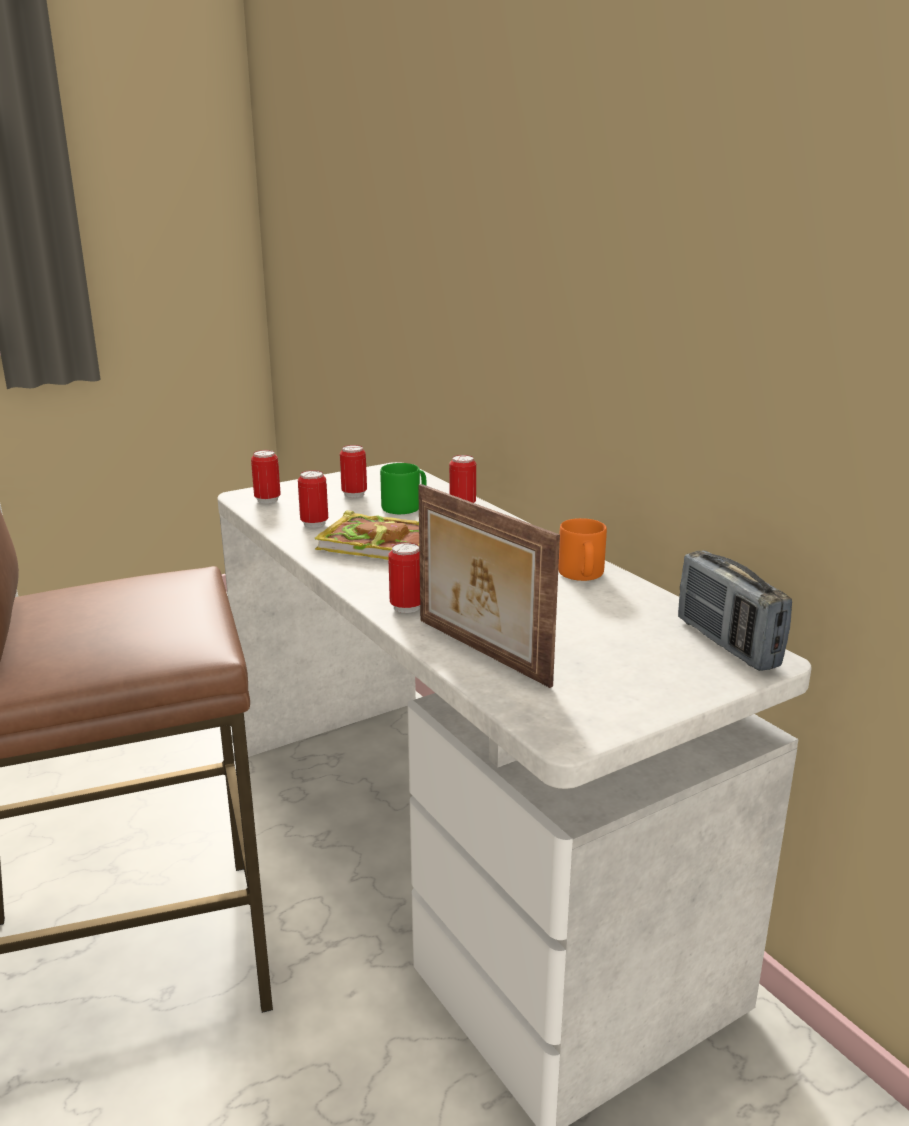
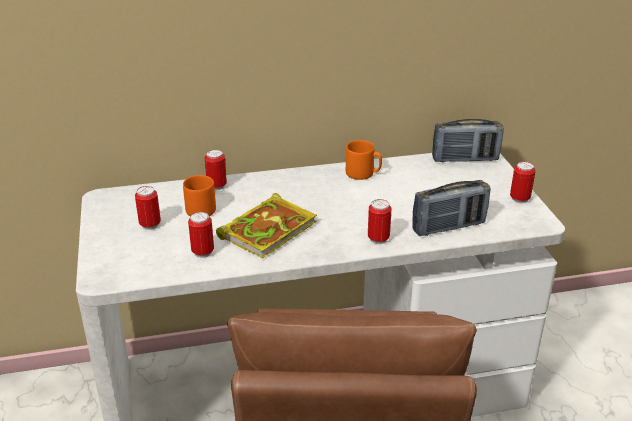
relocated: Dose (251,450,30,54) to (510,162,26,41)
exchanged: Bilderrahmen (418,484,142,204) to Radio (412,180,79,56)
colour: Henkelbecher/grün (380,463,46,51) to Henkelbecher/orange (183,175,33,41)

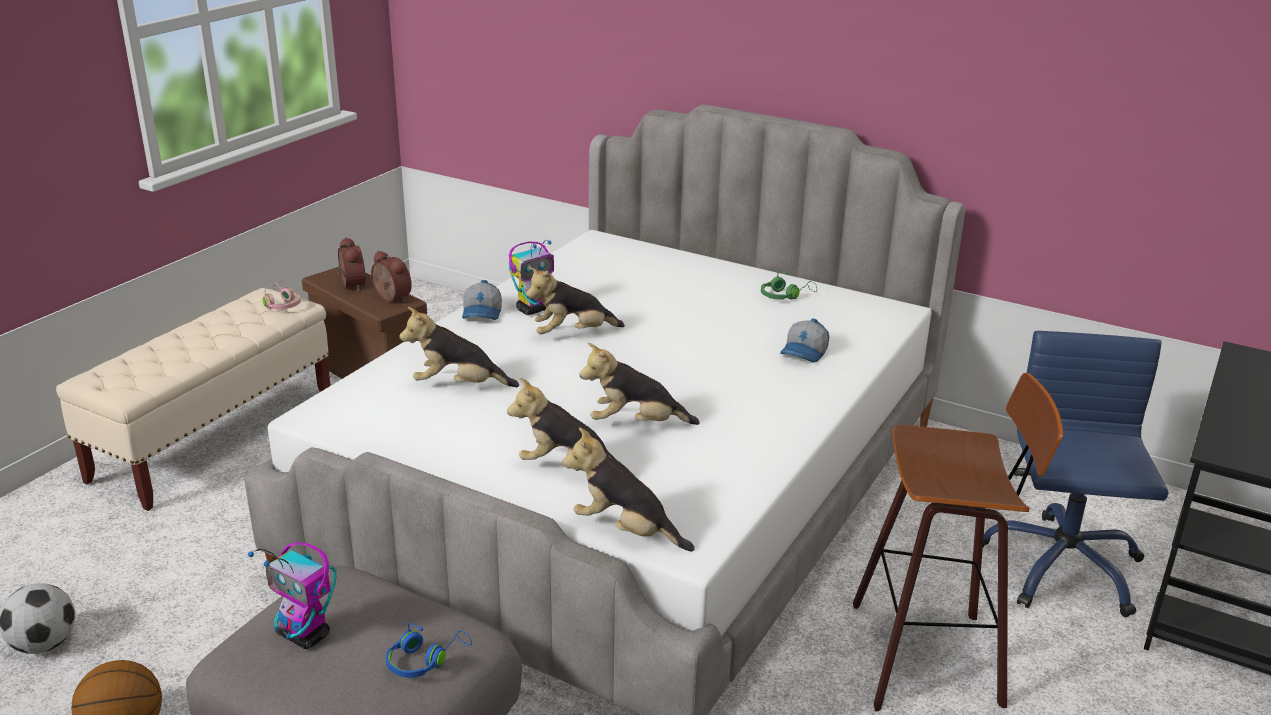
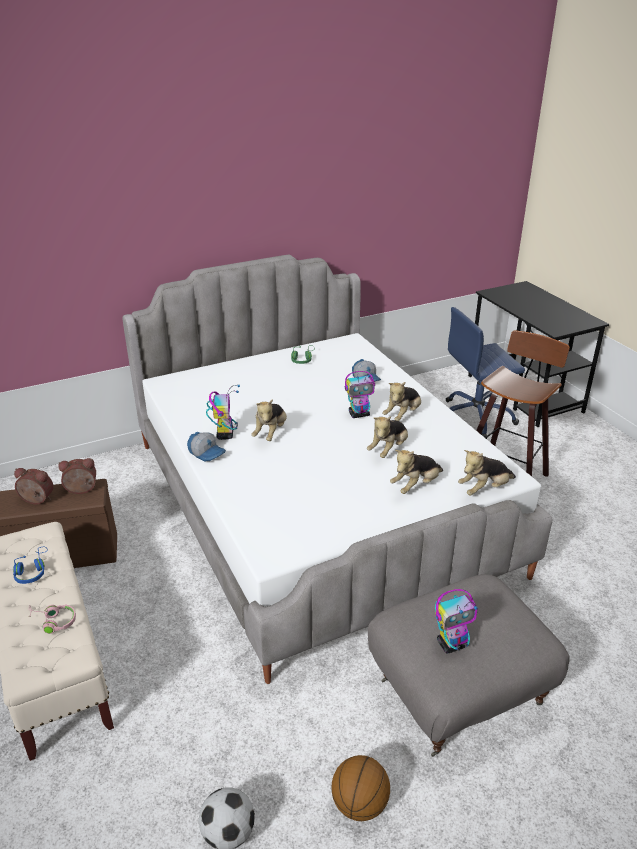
appeared: Spielzeugroboter (345,371,30,47)
relocated: Kopfhörer/blau (386,623,86,55) to (13,546,35,38); Kopfhörer/rosa (263,280,38,30) to (29,604,47,30); Plüschtier (399,307,120,80) to (382,382,39,39)
spun: Bürostuhl/blau (983,331,186,286) = (446,307,79,132) 60 degrees counterclockwise

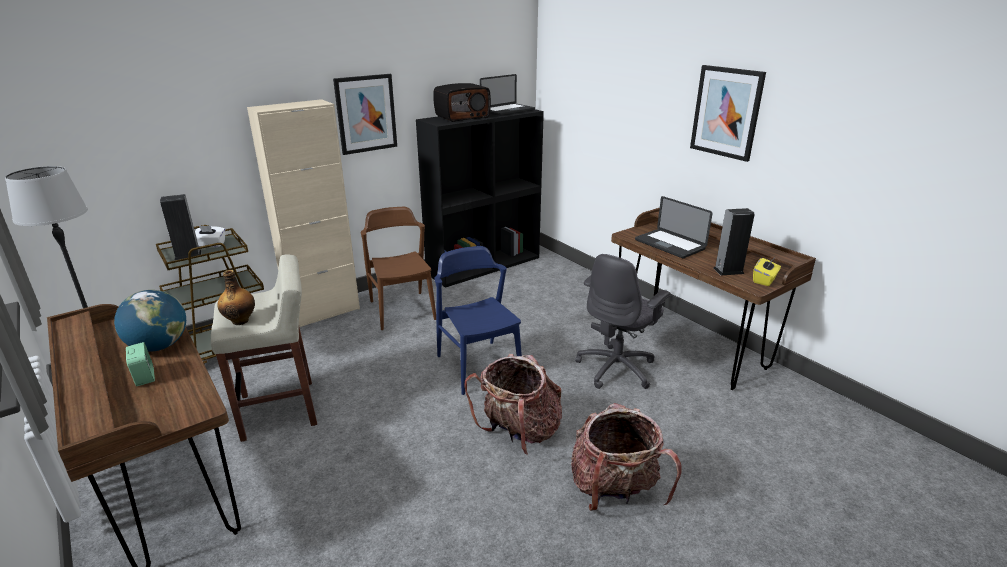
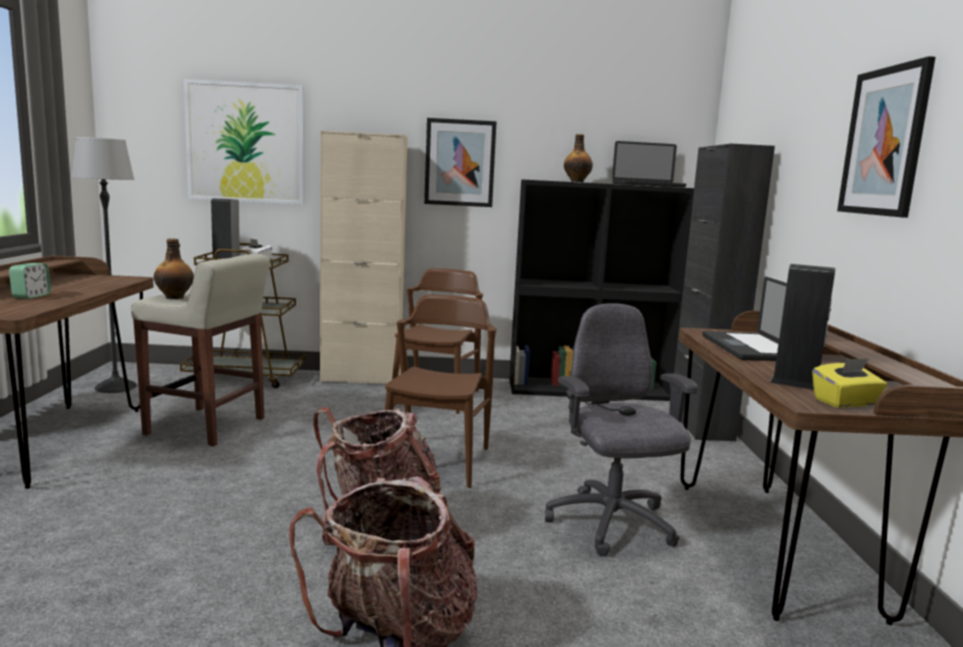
missing: Globus (114,290,72,62)
appeared: Bild (184,79,120,126); Schrank/schwarz (674,143,101,298)
exchanged: Radio (433,83,58,39) to Flasche (564,134,29,48)
colour: Stuhl/blau (434,246,88,149) to Stuhl/braun (385,294,112,194)
spun: Bürostuhl/grau (575,254,96,135) = (545,303,153,254) 90 degrees clockwise

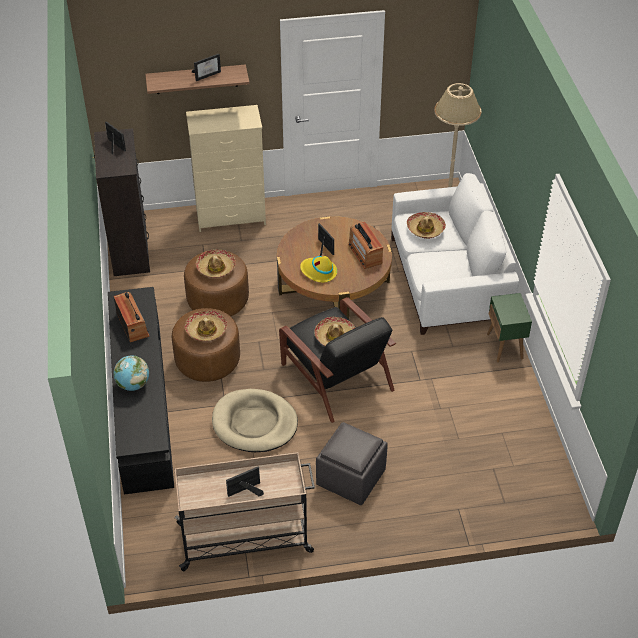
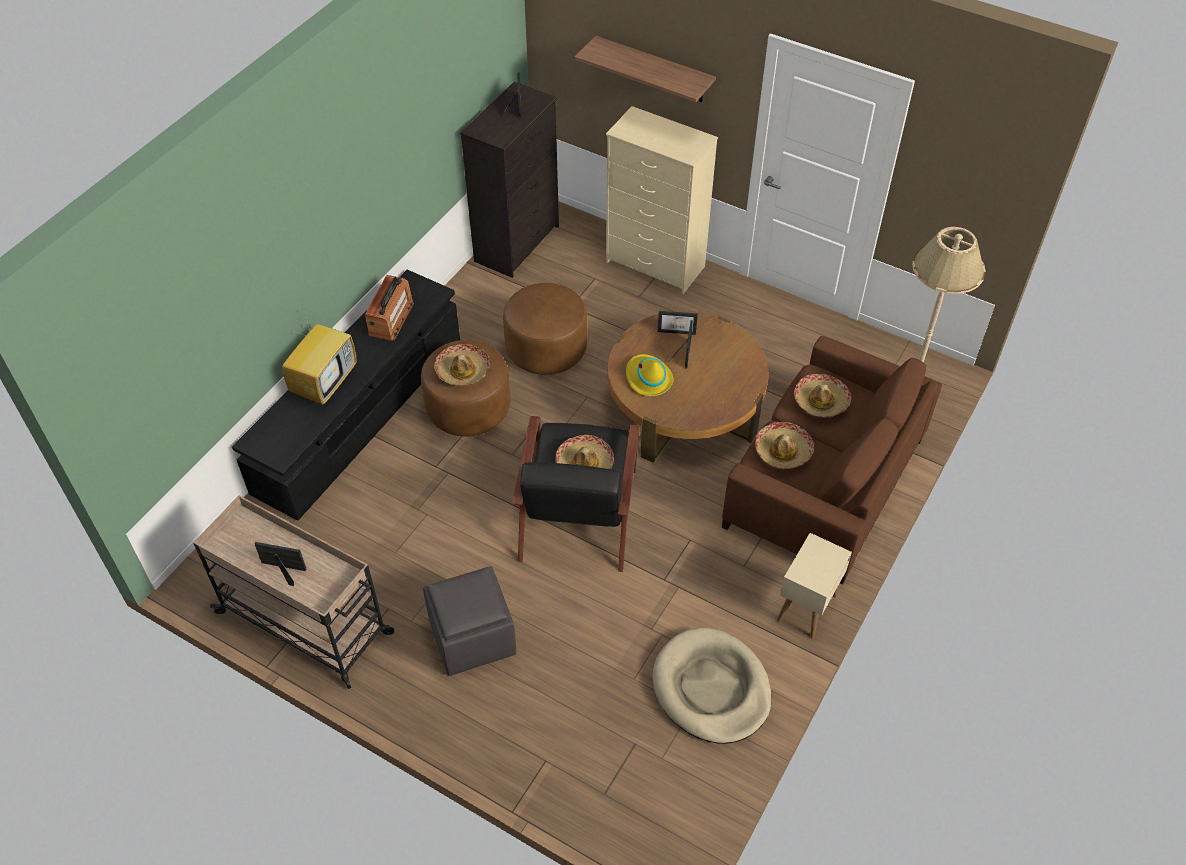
missing: Radio (348,222,35,47)
relocated: Hundebett/beige (212,389,86,63) to (653,627,119,117); Bilderrahmen (192,54,29,27) to (658,311,40,24); Hut (196,249,40,29) to (755,422,59,47)
exchanged: Globus (114,356,35,35) to Fernseher (282,307,75,98)
colour: Sofa/weiß (391,173,128,162) to Sofa/braun (722,336,220,249); Beistelltisch/grün (487,293,45,69) to Beistelltisch/beige (777,533,75,106)

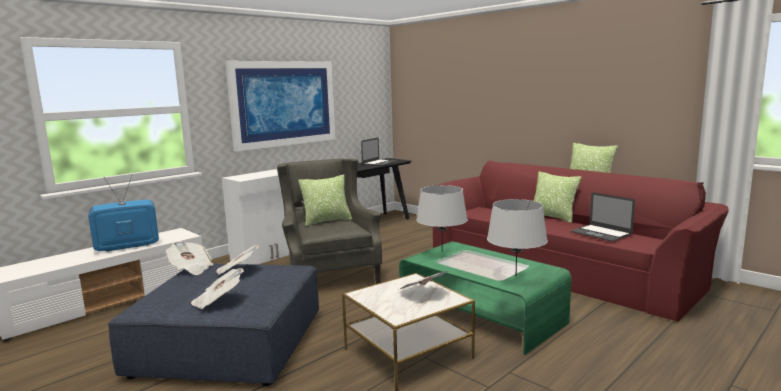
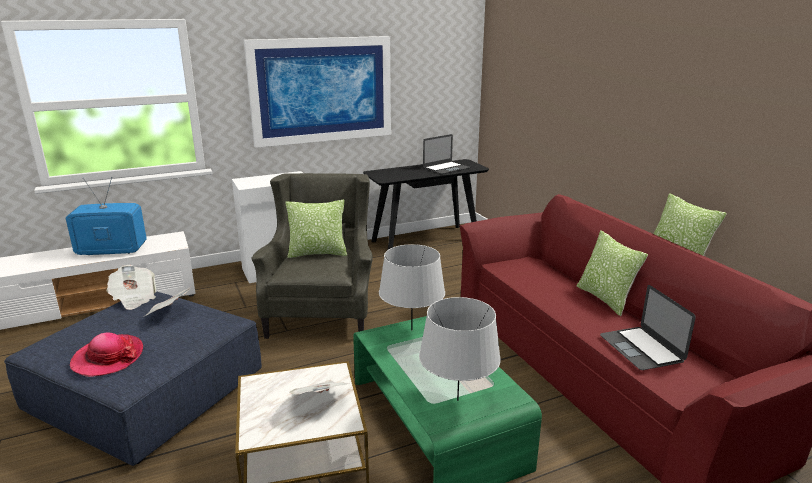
exchanged: Zeitung (191,268,53,41) to Hut (70,333,73,44)

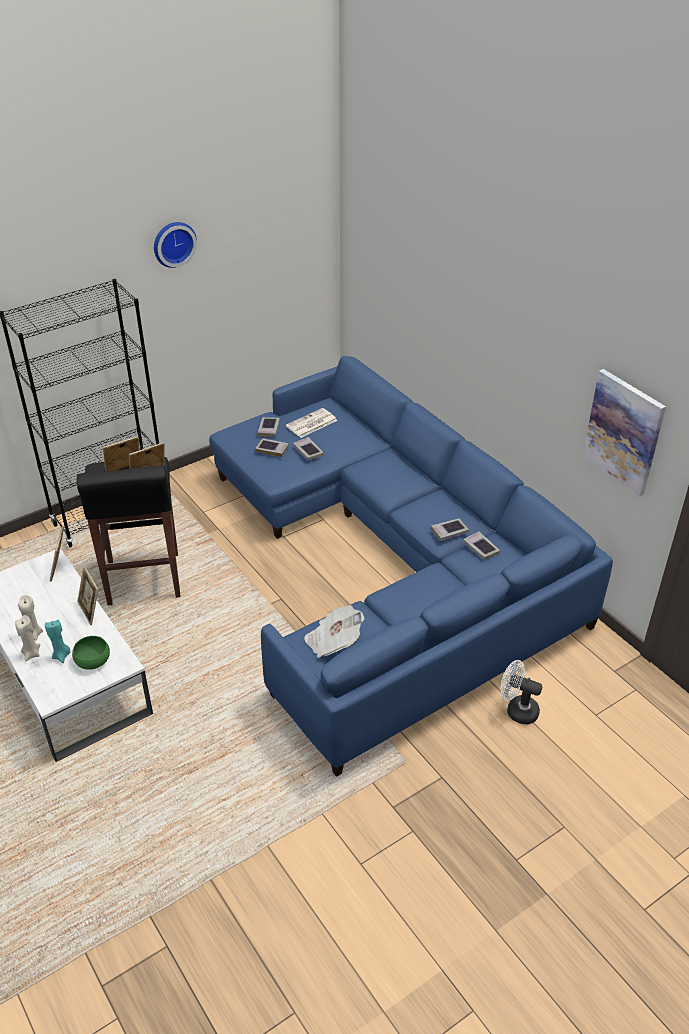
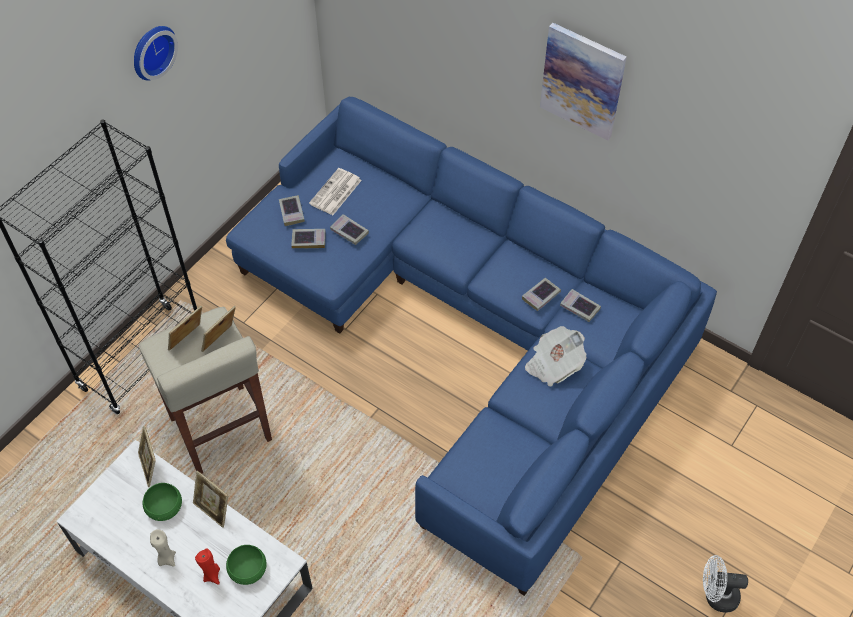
missing: Kerze/beige (15,615,25,47)
appeared: Schüssel/grün (143,483,39,38)
relocated: Zeitung (304,605,60,53) to (525,326,62,61); Bild (582,369,84,128) to (540,23,87,118); Ventilator/weiß (501,660,41,64) to (703,555,45,58)
colour: Hocker/schwarz (77,457,104,149) to Hocker/beige (139,307,133,167); Kerze/türkis (45,620,26,43) to Kerze/rot (195,549,25,36)

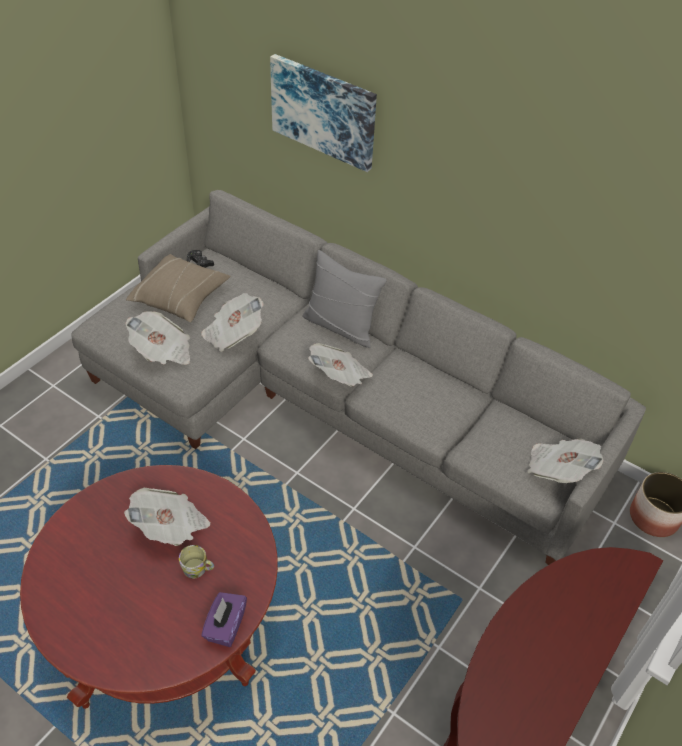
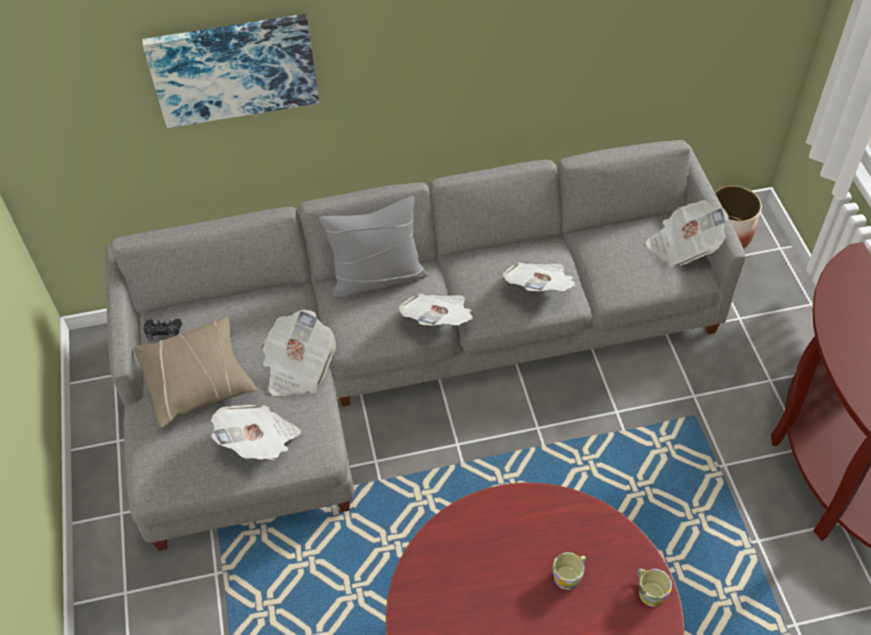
relocated: Zeitung (124,488,86,58) to (503,262,73,29)
exchanged: Taschentuchbox/lila (201,592,46,55) to Henkelbecher (637,568,35,39)

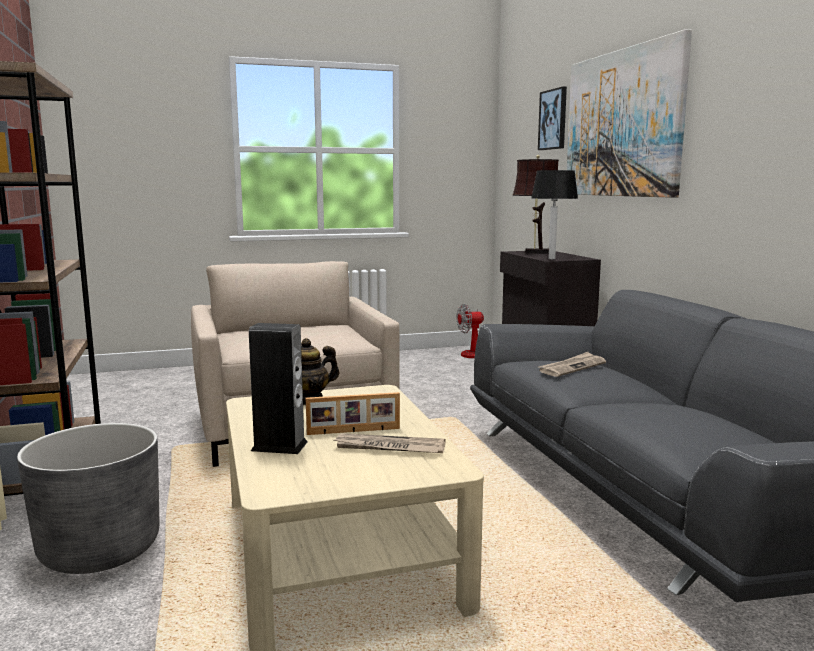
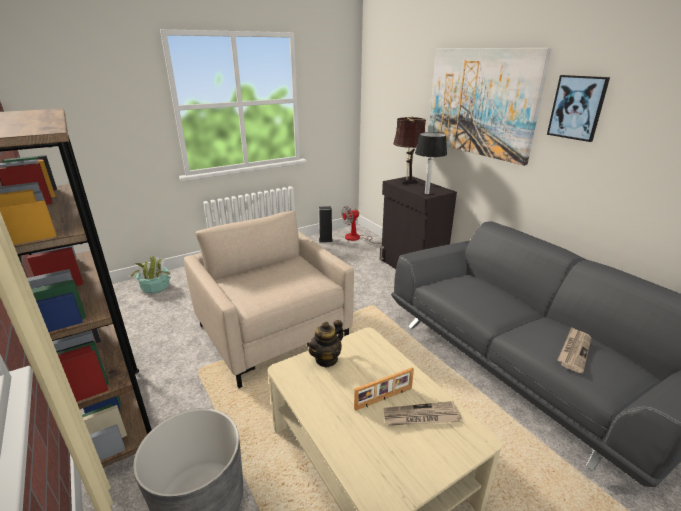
appeared: Topfpflanze (128,256,43,38)
relocated: Lautsprecher (249,323,59,131) to (319,206,14,36); Bild (538,87,29,63) to (547,75,63,67); Zeitung (539,352,67,25) to (558,327,33,46)

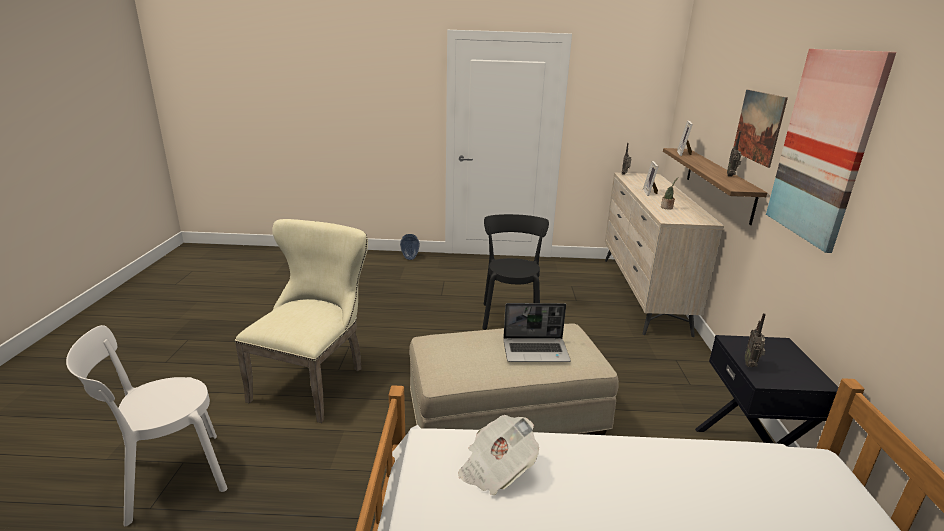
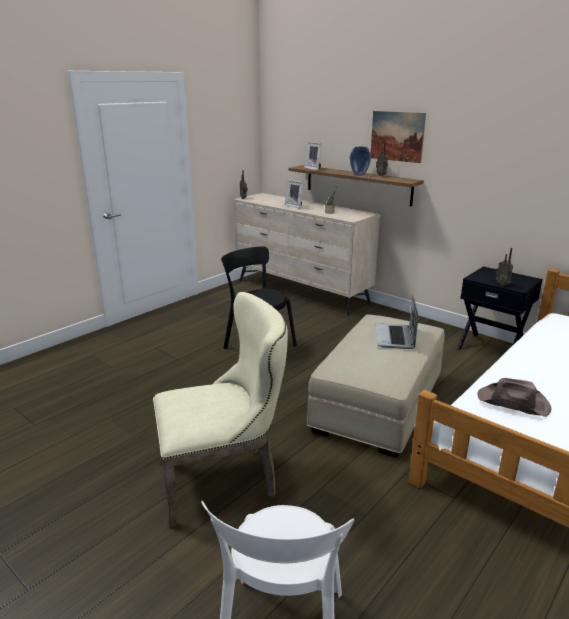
missing: Bild (766,49,130,204)
relocated: Vase (400,234,20,26) to (350,147,21,28)
exchanged: Zeitung (458,415,81,80) to Hut/braun (477,378,74,39)
spun: Stuhl/beige (235,219,133,204) = (153,292,135,236) 105 degrees clockwise; Laptop (503,303,68,59) = (376,296,43,53) 150 degrees clockwise

